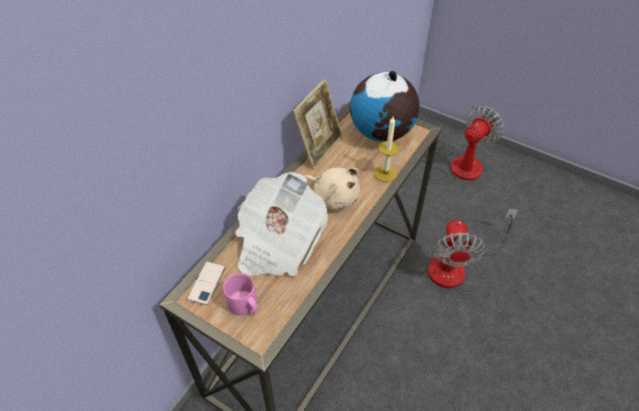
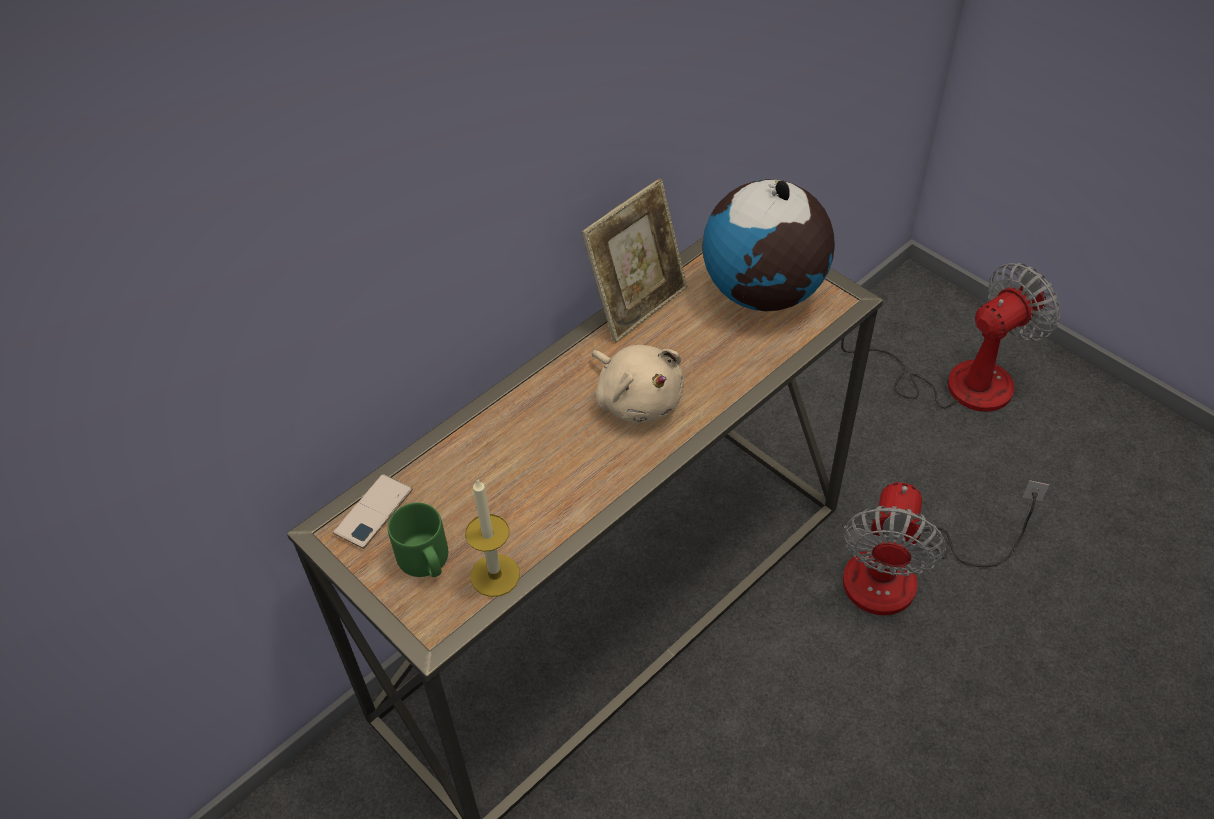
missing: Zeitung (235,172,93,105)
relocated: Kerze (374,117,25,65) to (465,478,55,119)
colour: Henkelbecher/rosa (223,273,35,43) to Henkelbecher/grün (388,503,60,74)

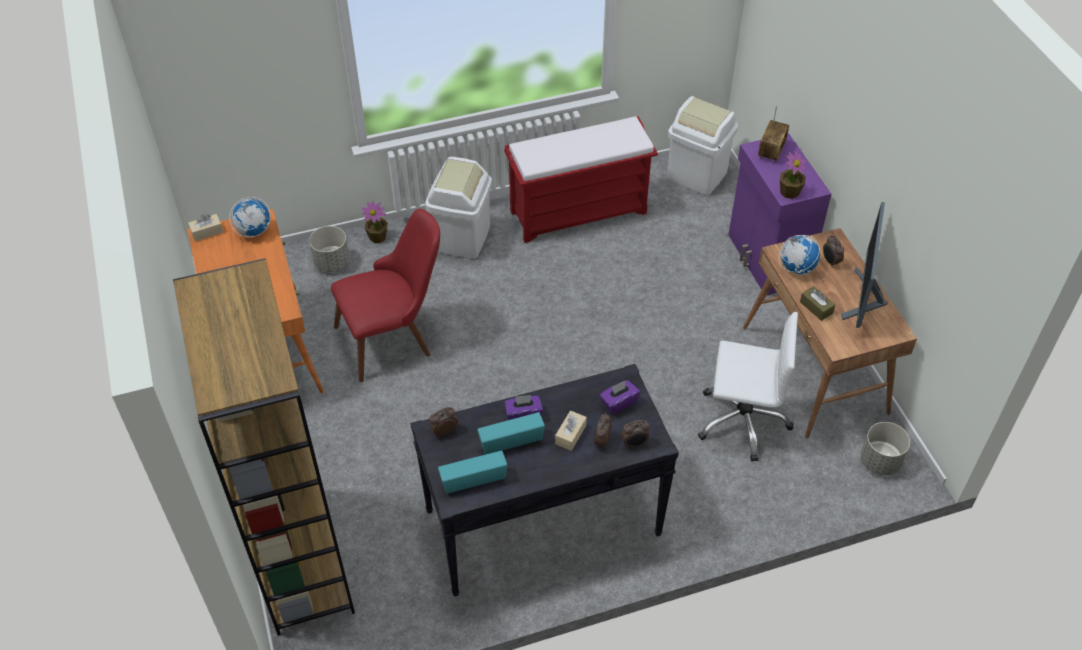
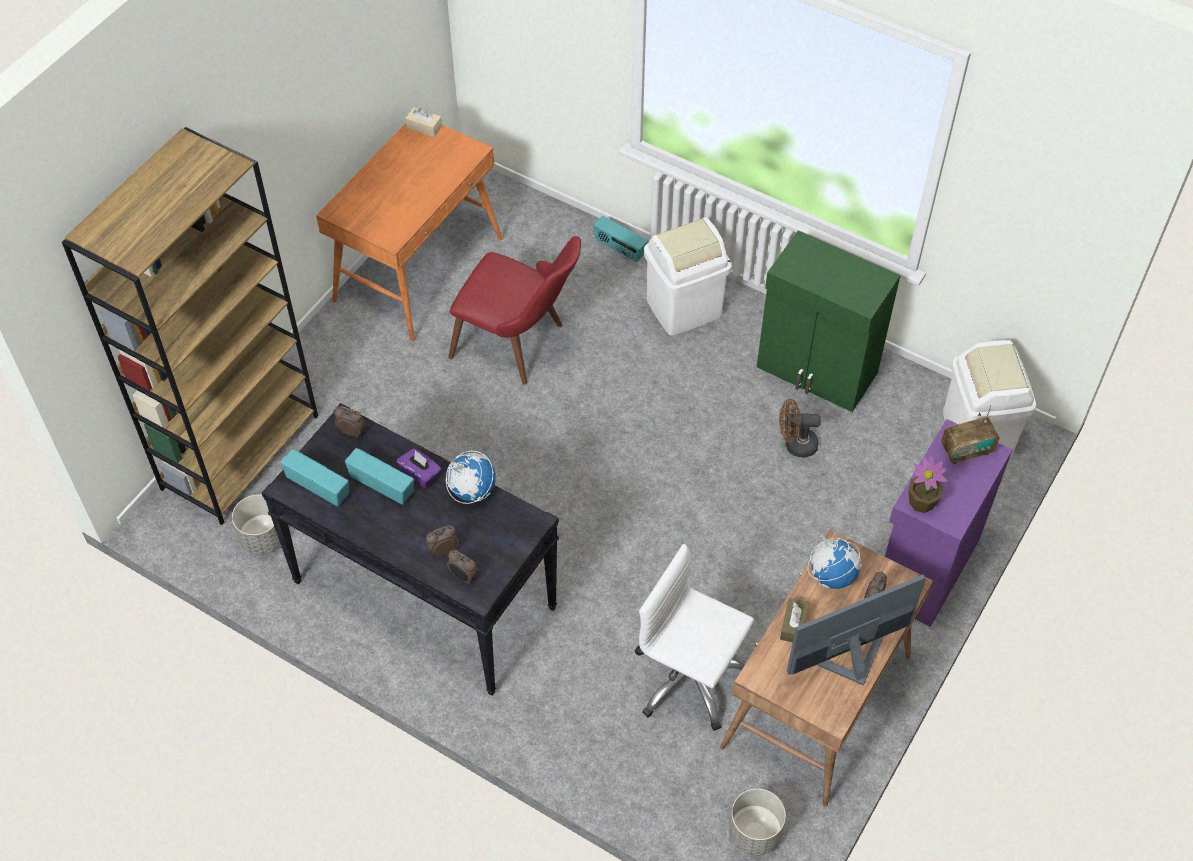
missing: Taschentuchbox/beige (555,411,32,40); Taschentuchbox/lila (600,380,40,34)
appeared: Ventilator/braun (779,399,42,58)
relocated: Pflanzkübel/grau (309,226,41,46) to (232,494,49,61); Globus (229,197,42,40) to (446,451,50,53)
exchanged: Topfpflanze (362,201,26,42) to Radio (594,216,54,46); Bank/rot (504,116,154,127) to Schrank/grün (757,230,144,182)
spun: Bürostuhl/weiß (698,312,100,150) = (635,544,119,187) 150 degrees clockwise

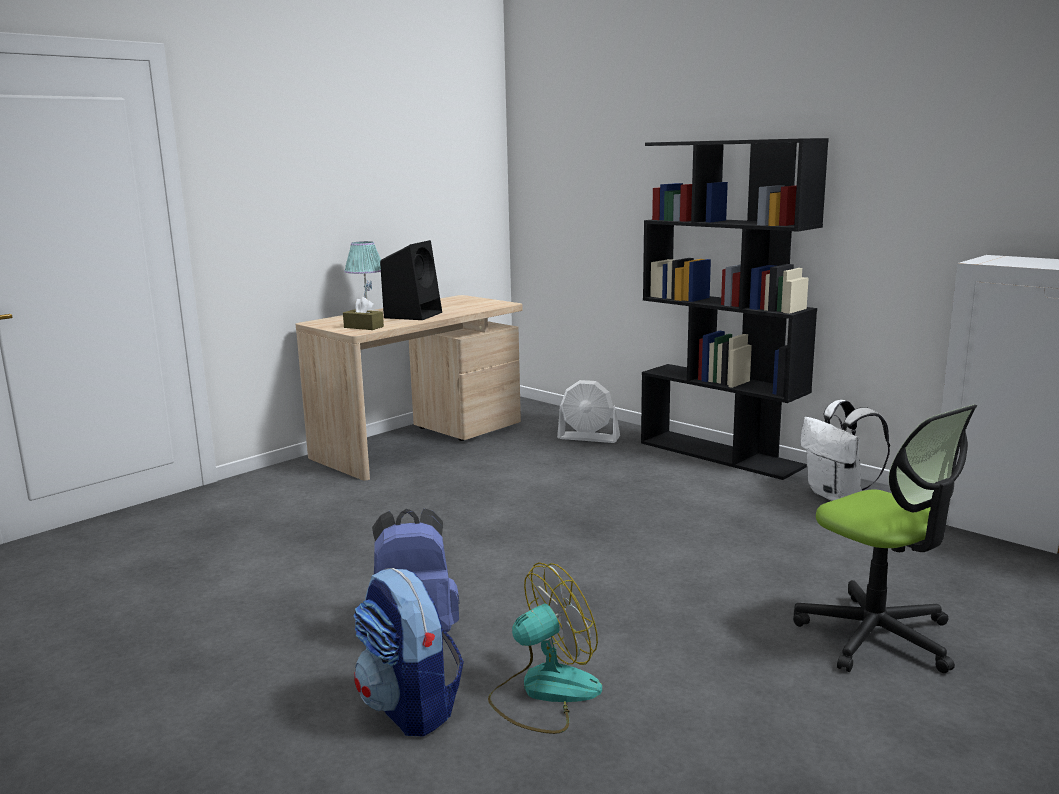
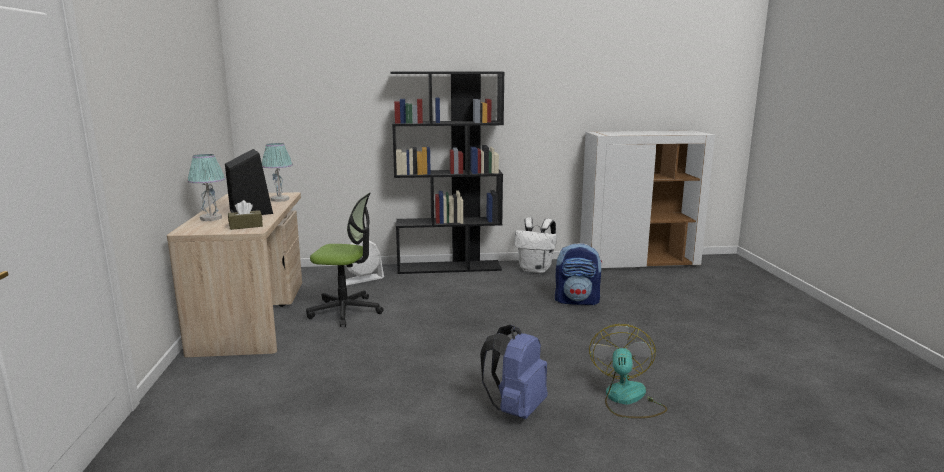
appeared: Tischlampe (262,143,31,59)
relocated: Bürostuhl (793,404,184,269) to (306,193,78,134); Rucksack (353,568,111,169) to (555,243,47,62)

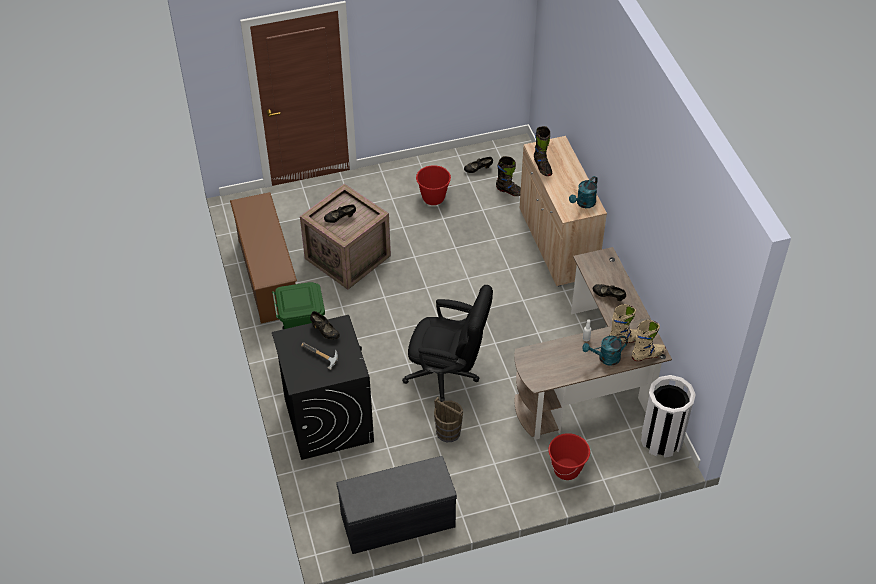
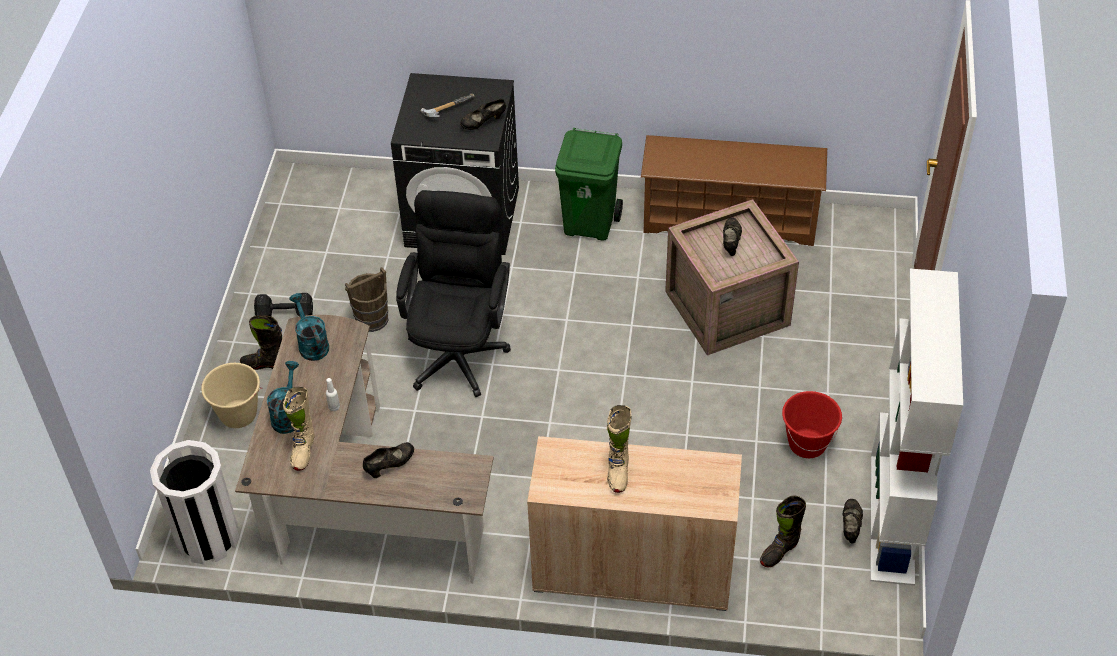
missing: Bank/grau (336,456,121,98)
appeared: Hantel/schwarz (254,293,59,24); Bücherregal/weiß (870,269,93,317)
relocated: Stiefel/schwarz (534,126,18,50) to (240,315,42,55); Gießkanne/türkis (569,176,29,32) to (289,293,40,68); Stiefel/beige (632,320,34,41) to (607,405,25,88)
colour: Eimer/rot (548,433,42,47) to Eimer/beige (201,363,62,65)
spun: Bürostuhl/schwarz (402,285,91,117) = (396,190,115,207) 150 degrees clockwise

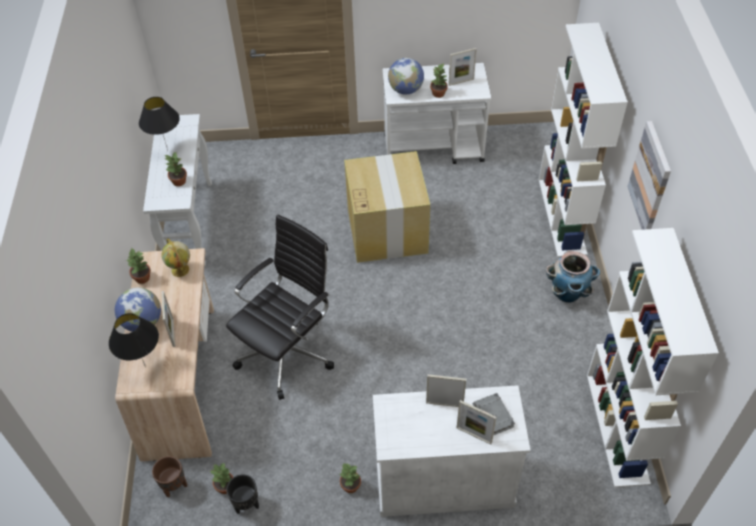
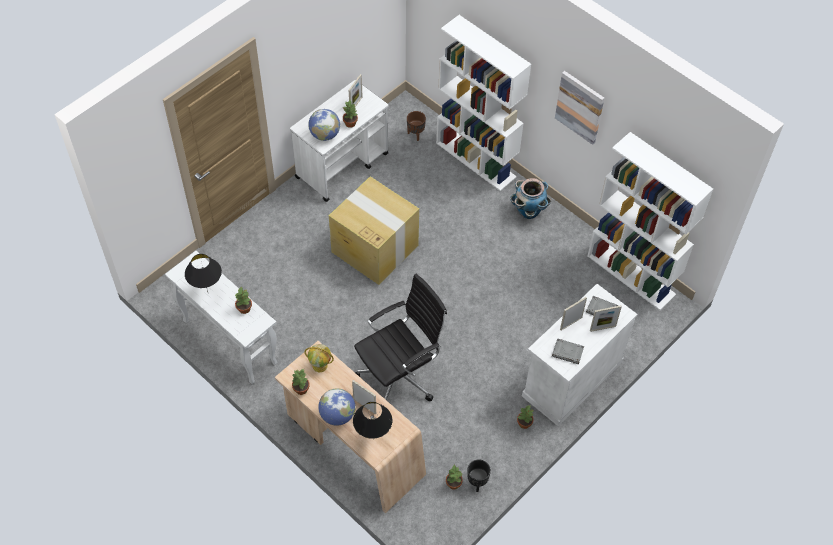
appeared: Buch/grau (552,338,32,26)
relocated: Pflanzkübel/braun (152,456,35,42) to (407,111,19,30)
spun: Bürostuhl/schwarz (226,215,108,185) = (354,274,93,127) 60 degrees clockwise

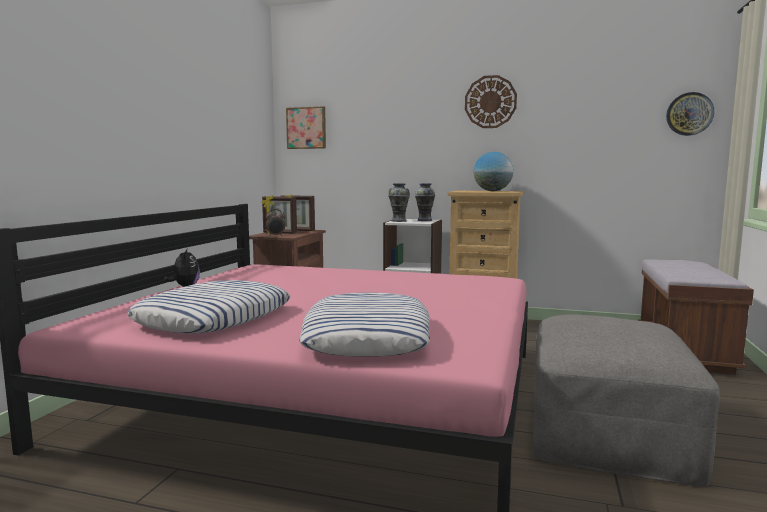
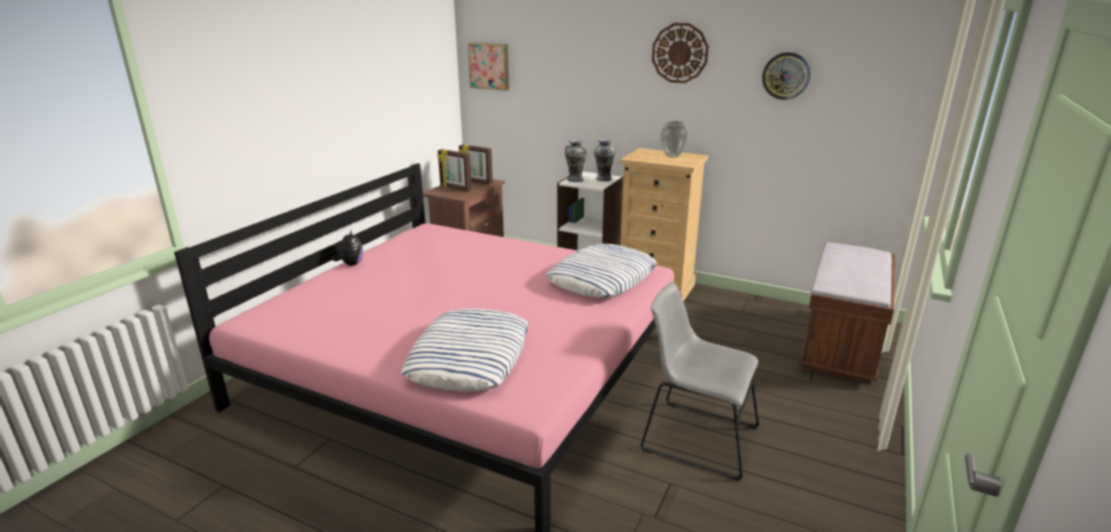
missing: Wecker (266,209,19,27)
relocated: Kissen (127,280,164,53) to (546,244,111,54); Wanduhr (666,92,48,44) to (762,52,49,48)
exchanged: Polsterhocker/grau (533,315,187,172) to Stuhl/grau (640,282,120,199); Globus (474,152,39,39) to Vase (660,121,28,37)

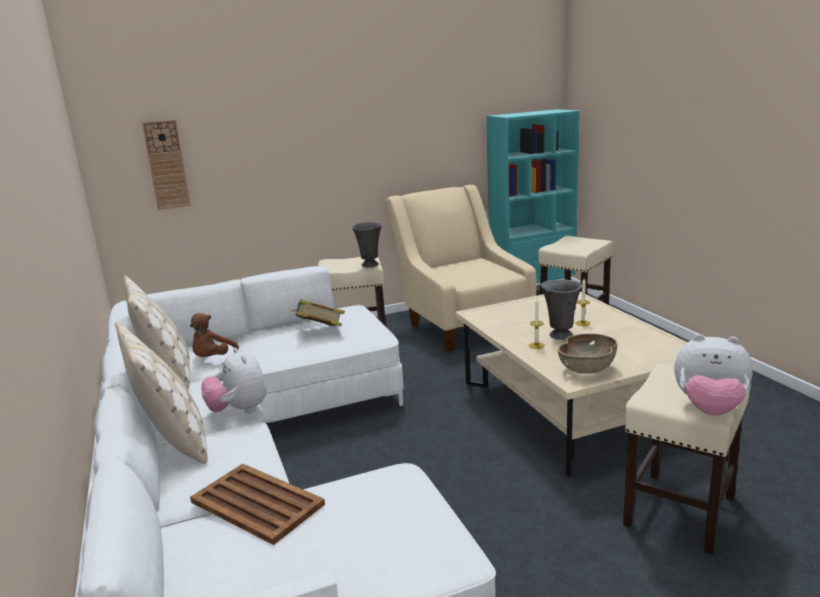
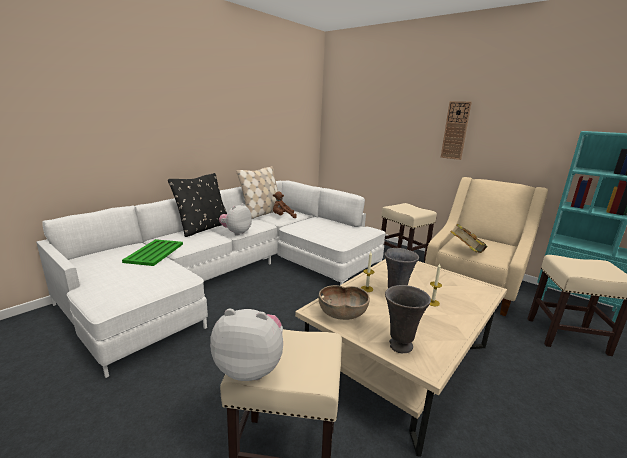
relocated: Vase/grau (352,222,29,45) to (385,285,46,68); Wanduhr (142,119,49,91) to (441,101,31,59); Buch (291,299,54,27) to (450,224,37,29)
colour: Tablett/braun (190,464,135,81) to Tablett/grün (122,239,61,27); Kissen/beige (115,322,93,142) to Kissen/schwarz (168,173,59,64)
spun: Plüschtier (674,334,79,82) = (210,309,73,72) 105 degrees clockwise

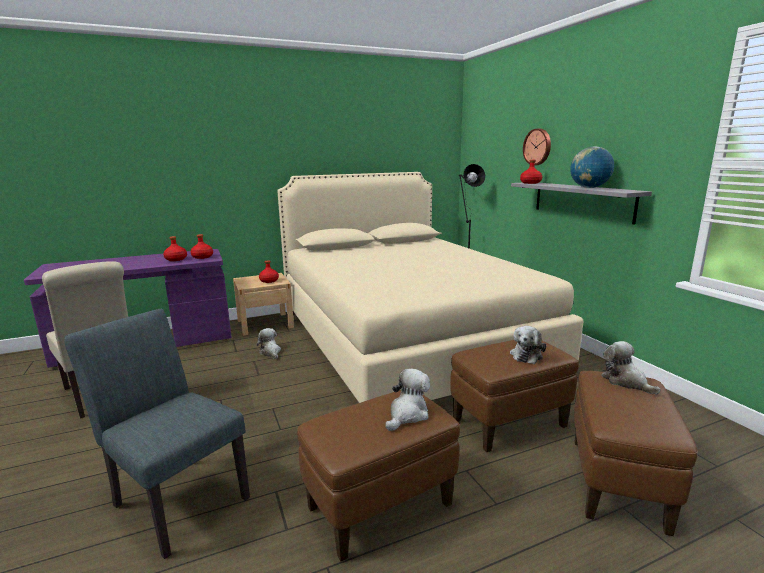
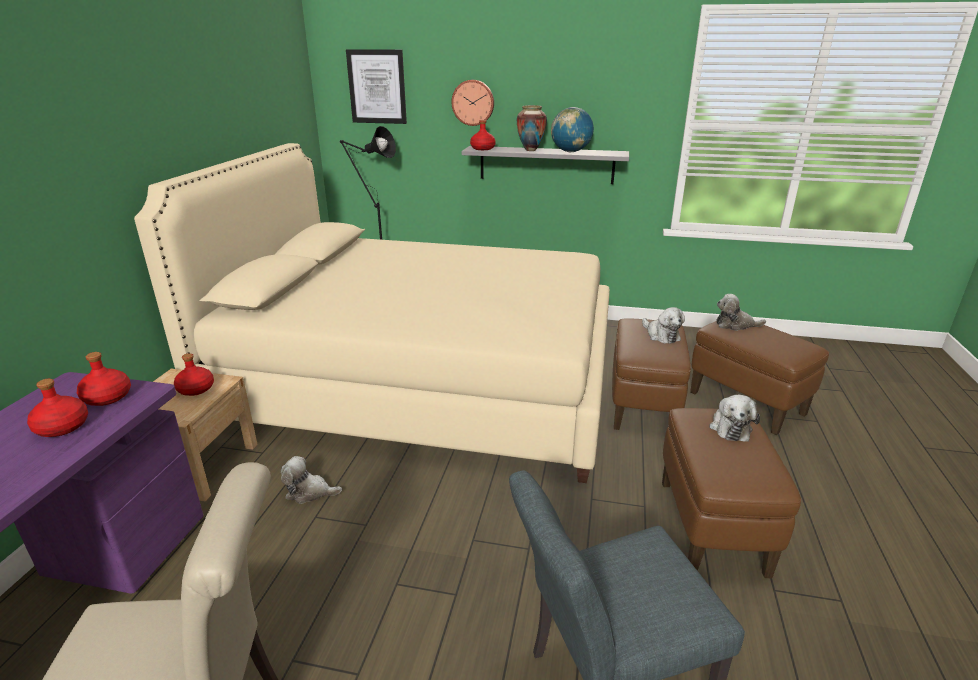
appeared: Bild (346,49,61,75); Vase (517,105,30,46)
spun: Plüschtier (385,369,45,62) = (709,395,51,47) 150 degrees counterclockwise

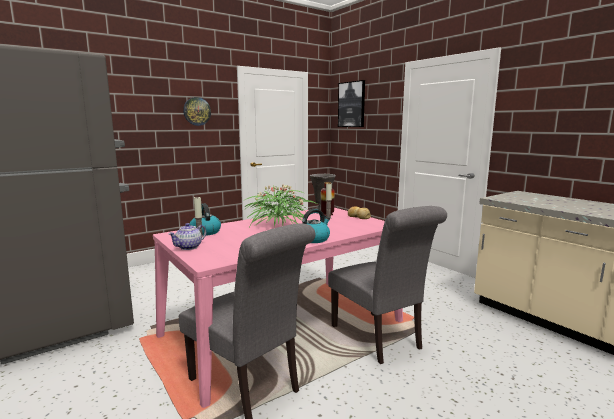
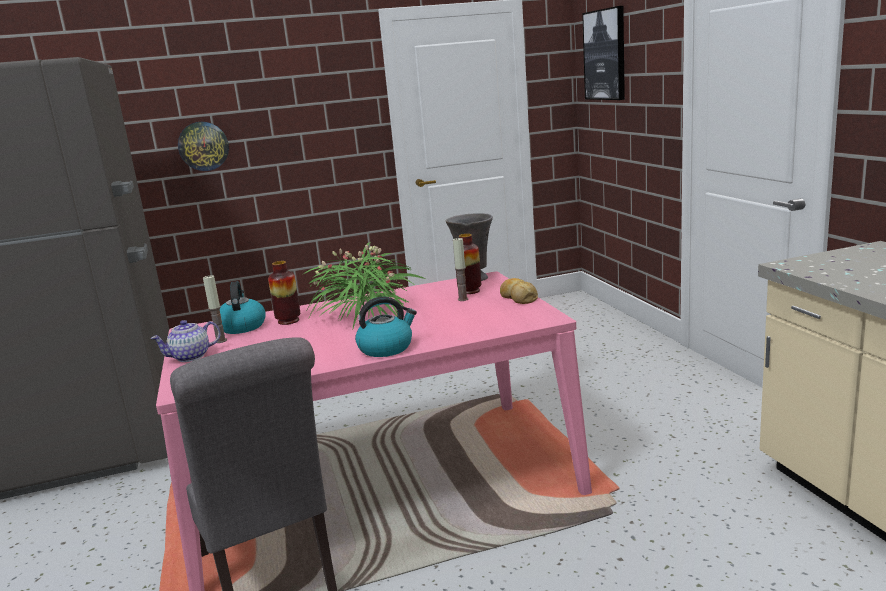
missing: Stuhl/grau (328,206,119,158)
appeared: Vase (268,261,32,64)
relocated: Wanduhr (183,97,28,29) to (178,122,51,49)

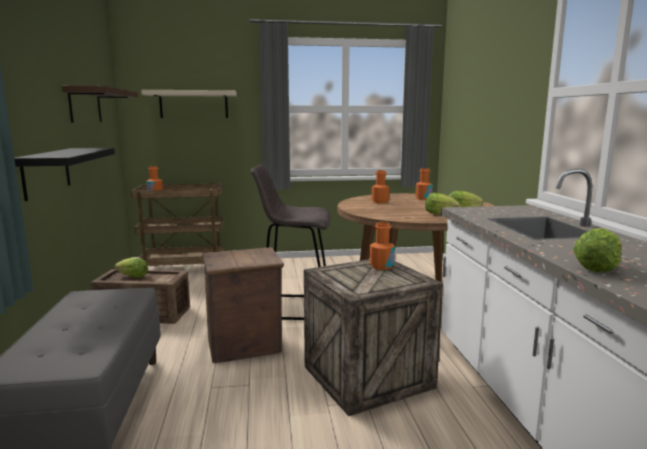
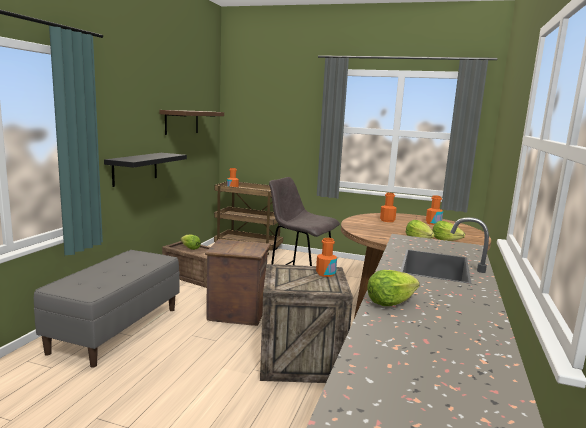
missing: Wandregal/beige (141,90,96,28)

